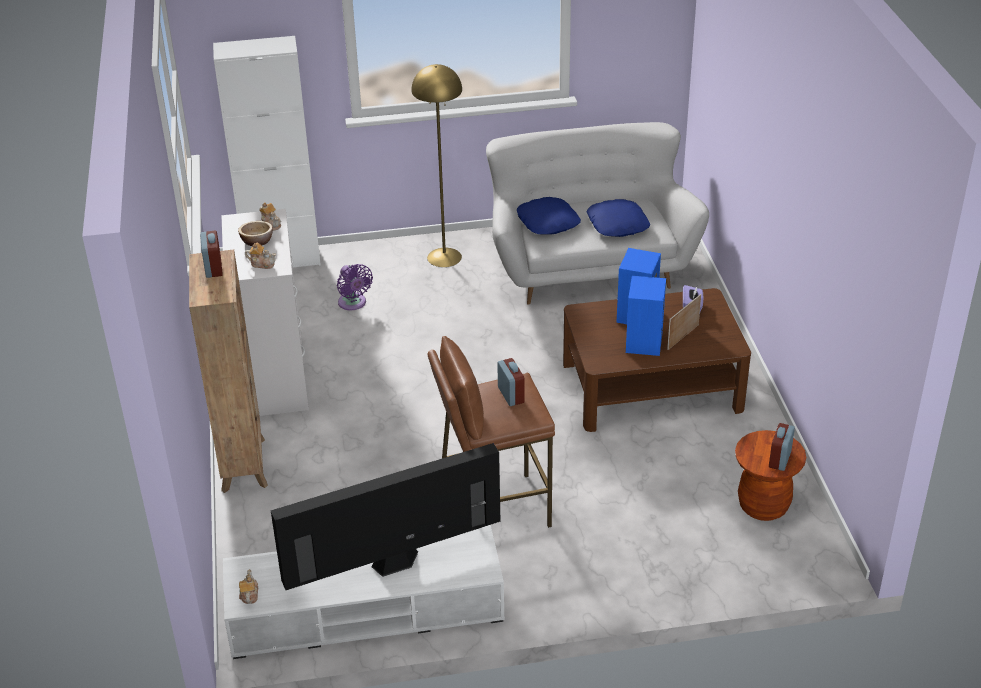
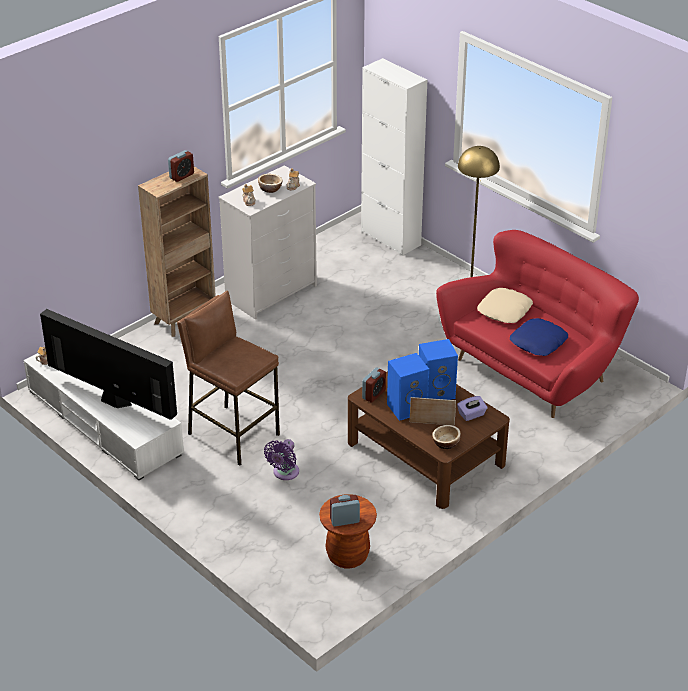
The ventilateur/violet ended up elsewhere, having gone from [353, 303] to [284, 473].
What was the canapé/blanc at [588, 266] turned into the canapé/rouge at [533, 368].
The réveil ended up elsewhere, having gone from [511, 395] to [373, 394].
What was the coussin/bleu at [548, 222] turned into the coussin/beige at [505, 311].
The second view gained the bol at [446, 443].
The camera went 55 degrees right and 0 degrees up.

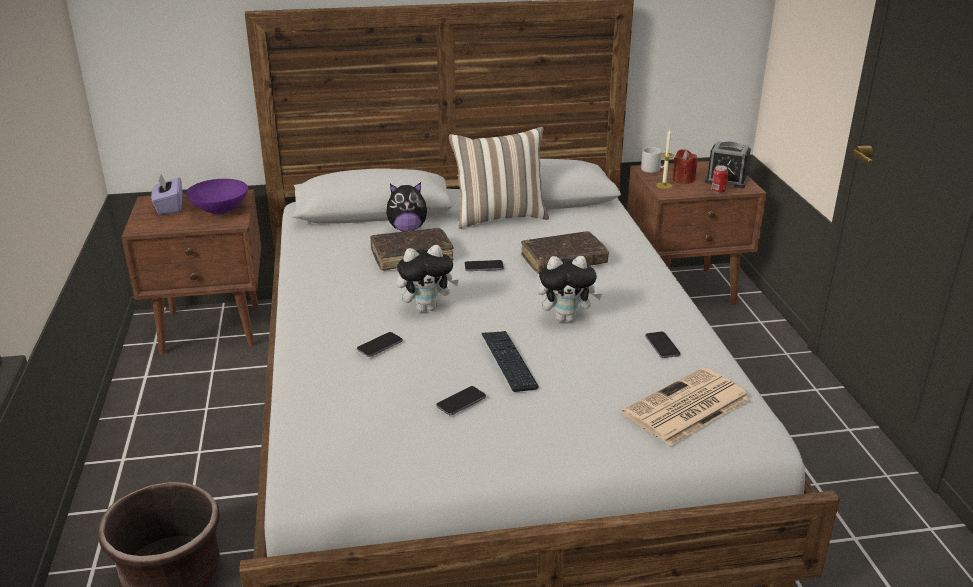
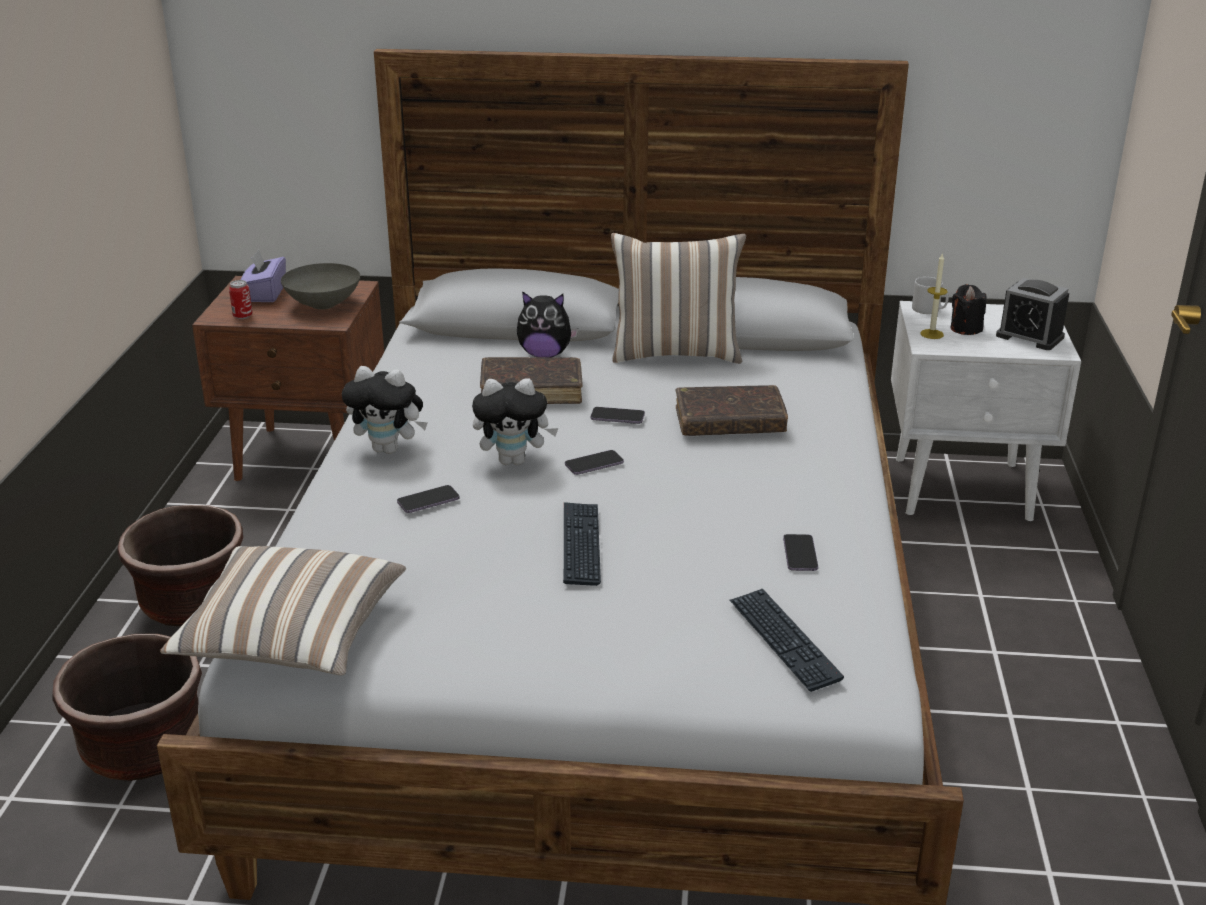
What was the bol/violet at [221, 211] turned into the bol/gris at [324, 305].
The téléphone ended up elsewhere, having gone from [461, 402] to [594, 464].
The peluche ended up elsewhere, having gone from [566, 318] to [389, 449].
Where the journal stood at [686, 408], the clavier came to stand at [784, 641].
What was the table de chevet/marron at [684, 289] turned into the table de chevet/blanc at [964, 489].
What was the bougie/rouge at [683, 180] turned into the bougie/noir at [965, 329].
The boîte métallique ended up elsewhere, having gone from [718, 191] to [242, 316].
The second view gained the cache-pot/marron at [193, 603].
The second view gained the coussin at [291, 639].
The camera went 15 degrees right and 0 degrees up.

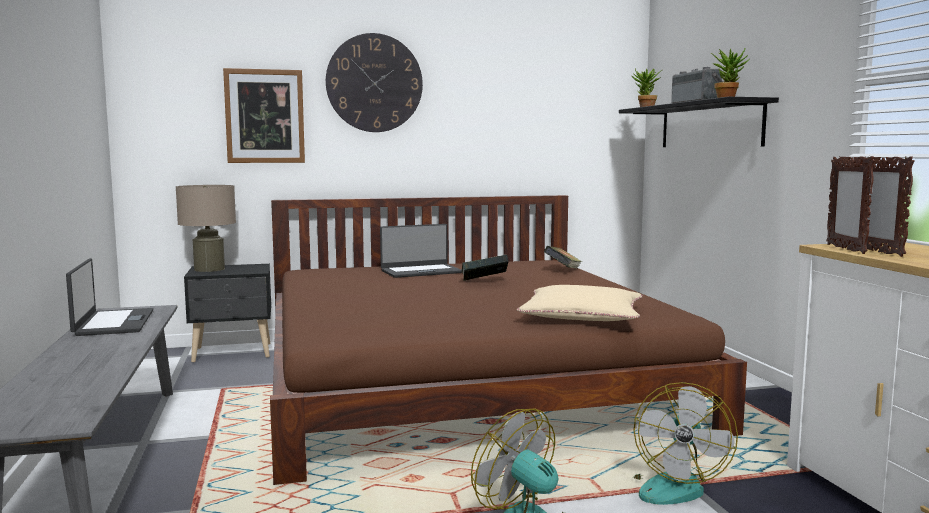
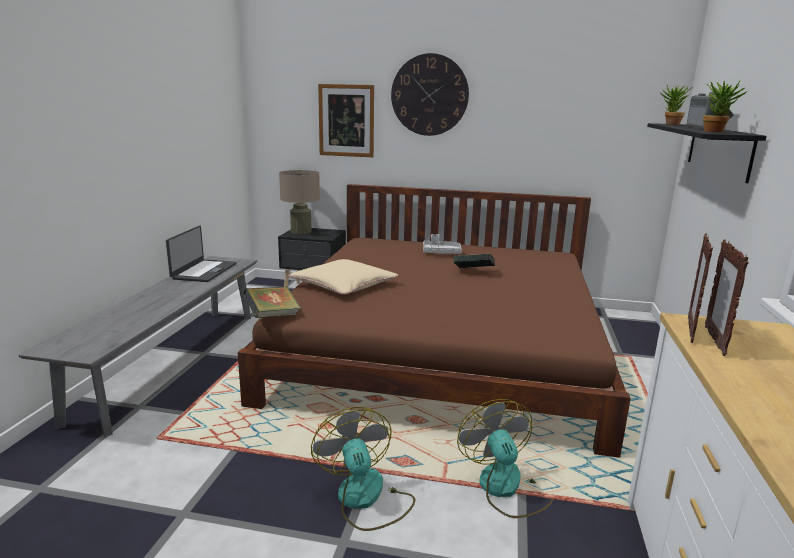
Where the ordinateur portable stood at [421, 271], the plateau/gris came to stand at [441, 253].
The coussin/beige ended up elsewhere, having gone from [582, 316] to [344, 285].
The livre ended up elsewhere, having gone from [563, 270] to [272, 316].
The ventilateur at [672, 485] ended up facing another way, 120 degrees clockwise from before.
The camera went 25 degrees right and 10 degrees up.

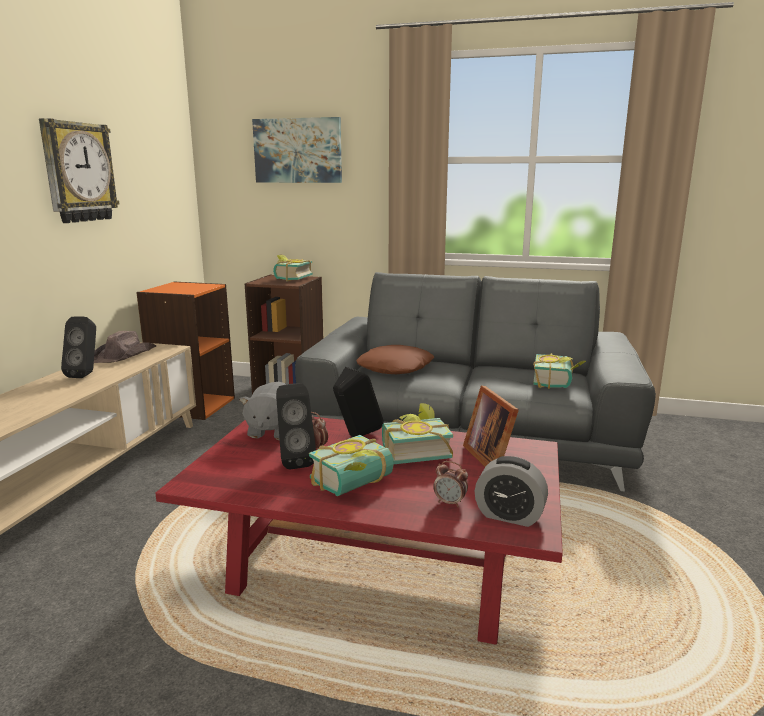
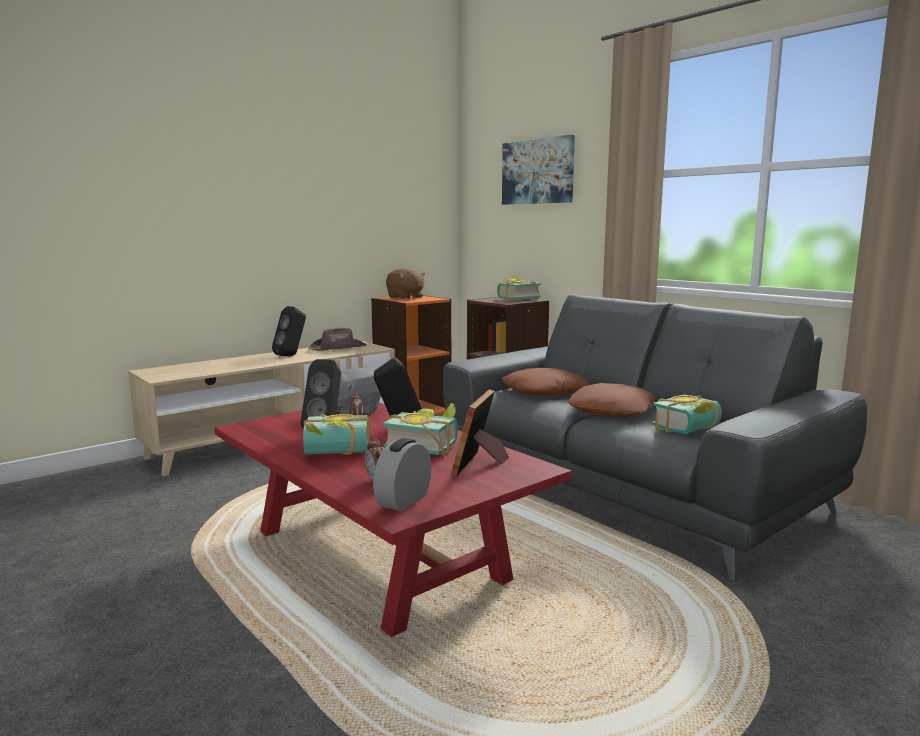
The second view lost the horloge murale at [78, 172].
The réveil at [509, 516] ended up facing another way, 60 degrees clockwise from before.
The second view gained the peluche/marron at [405, 297].
The second view gained the coussin/marron at [612, 410].
The camera went 35 degrees right and 5 degrees down.

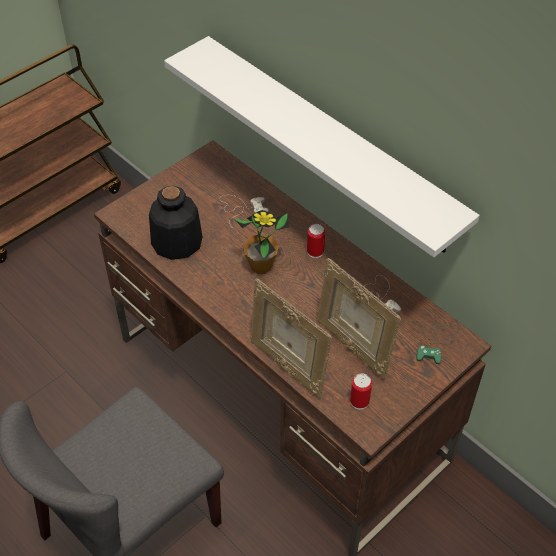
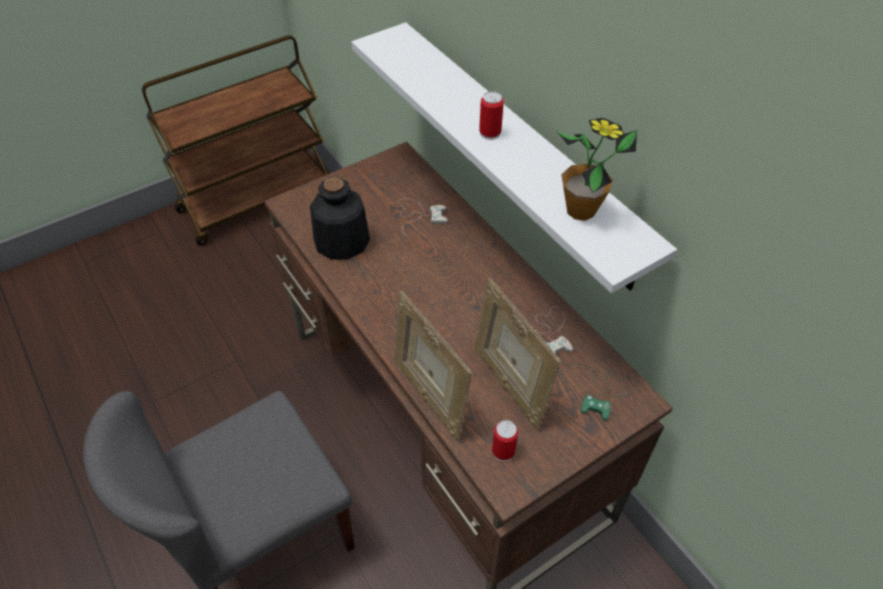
The plante en pot ended up elsewhere, having gone from [261, 266] to [580, 210].
The boîte métallique ended up elsewhere, having gone from [315, 252] to [490, 133].
The camera went 10 degrees right and 0 degrees up.

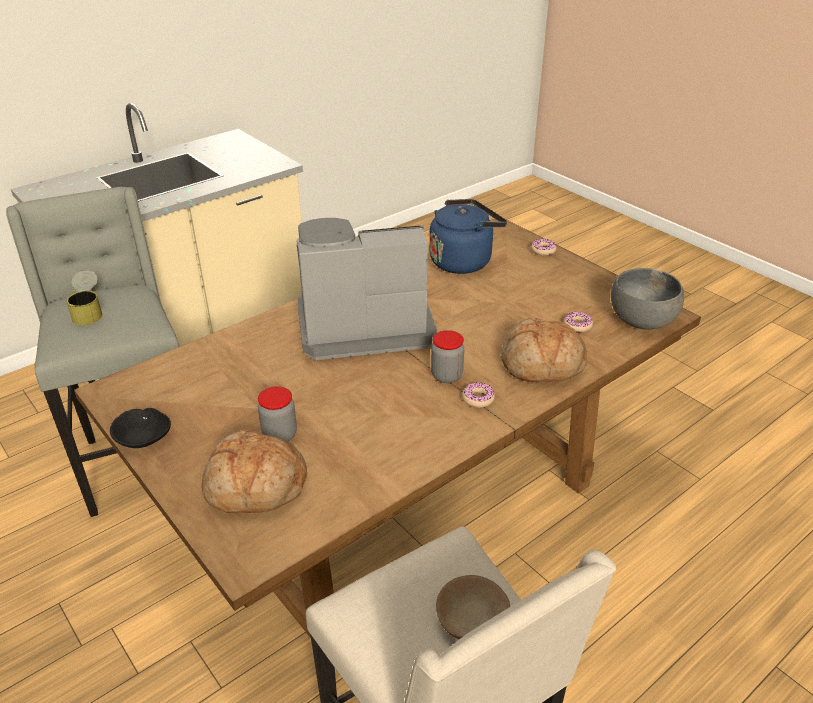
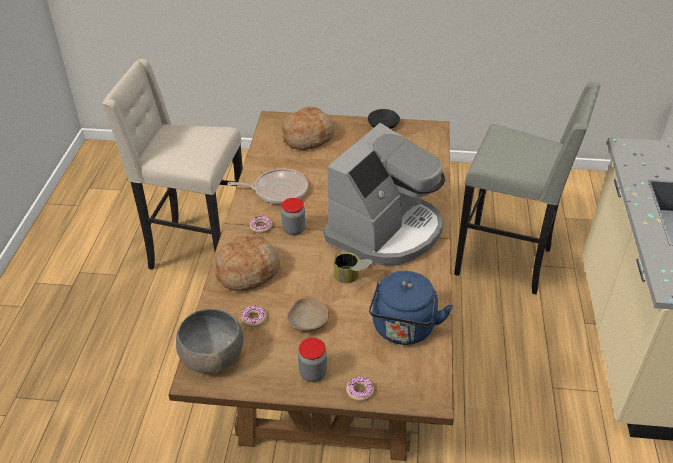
The boîte métallique ended up elsewhere, having gone from [89, 312] to [352, 278].
The bocal ended up elsewhere, having gone from [280, 435] to [313, 373].
The bol/beige ended up elsewhere, having gone from [472, 618] to [307, 322].
The second view gained the poêle at [278, 190].
The camera went 135 degrees right and 5 degrees up.

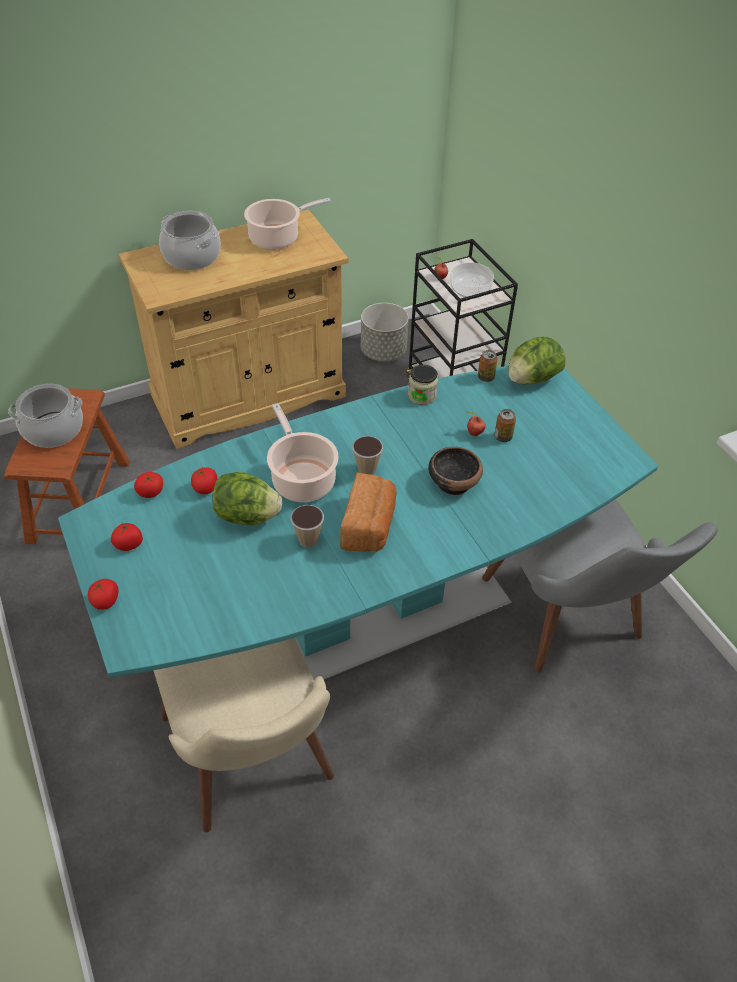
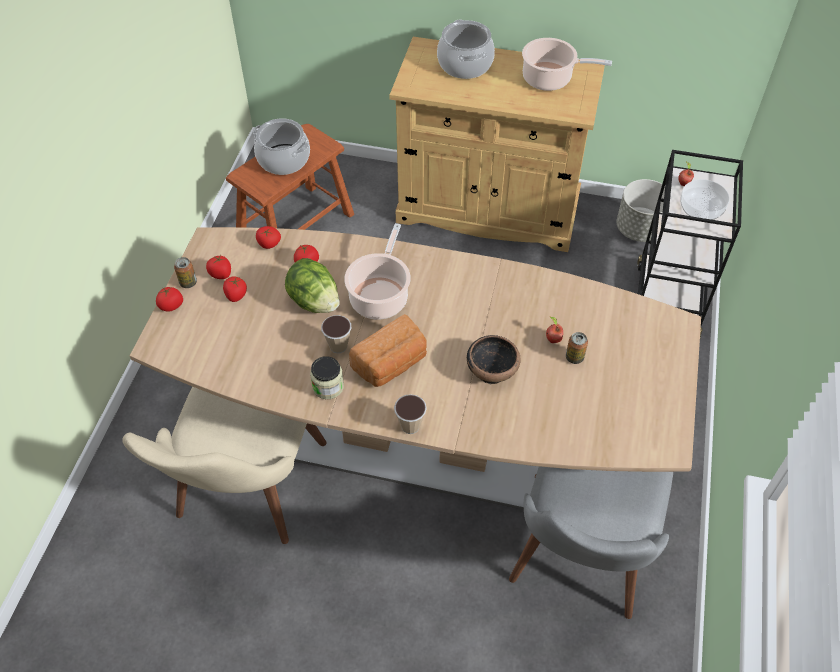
What was the table à manger/turquoise at [364, 611] turned into the table à manger/marron at [419, 439].
The tasse ended up elsewhere, having gone from [367, 469] to [410, 426].
The bocal ended up elsewhere, having gone from [422, 396] to [328, 386].
The boîte métallique ended up elsewhere, having gone from [485, 377] to [188, 283].
The second view lost the laitue at [532, 379].
The second view gained the tomate at [236, 295].
The camera went 40 degrees right and 5 degrees up.

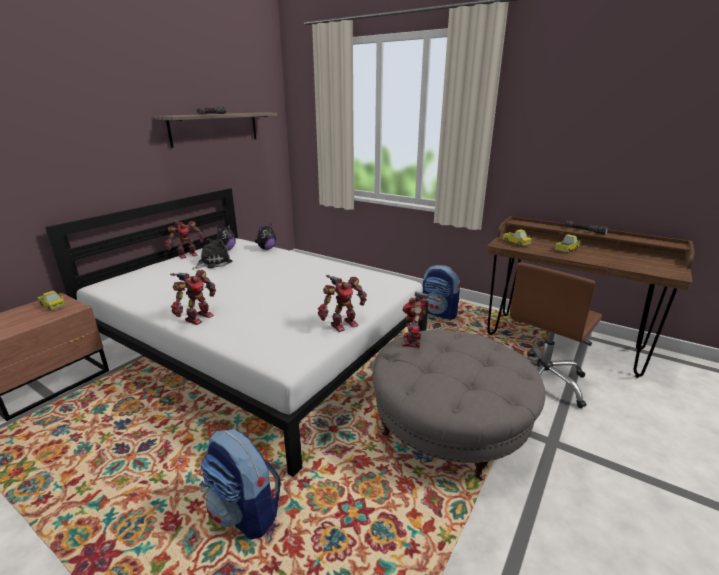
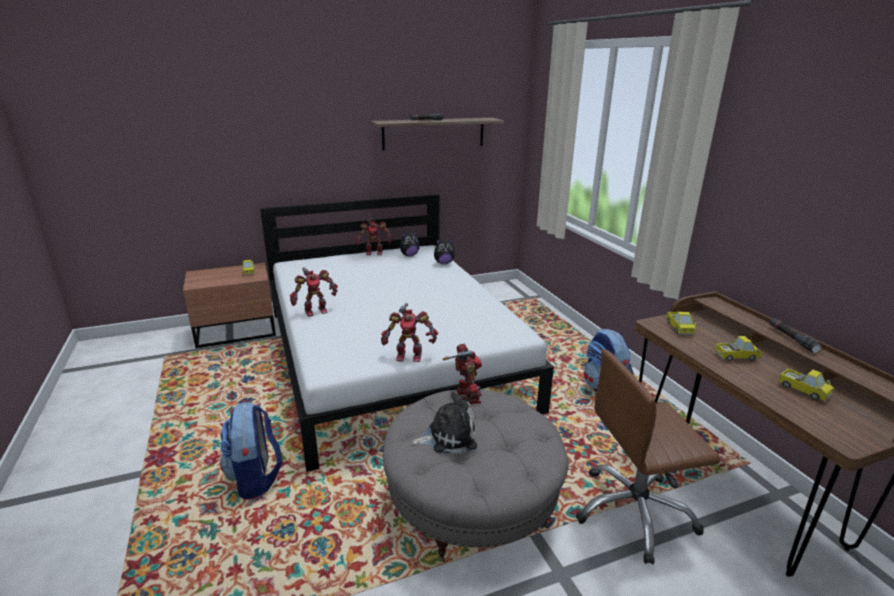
The peluche ended up elsewhere, having gone from [213, 262] to [448, 436].
The robot jouet at [414, 341] ended up facing another way, 120 degrees clockwise from before.
The second view gained the camion jouet at [803, 390].
The camera went 35 degrees right and 0 degrees up.

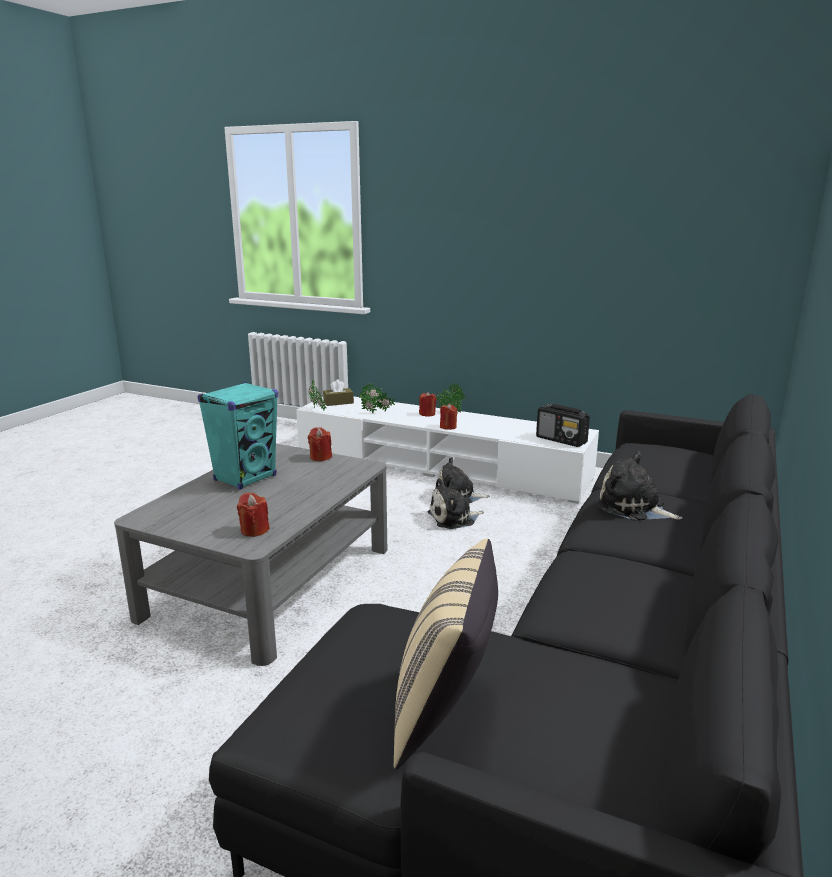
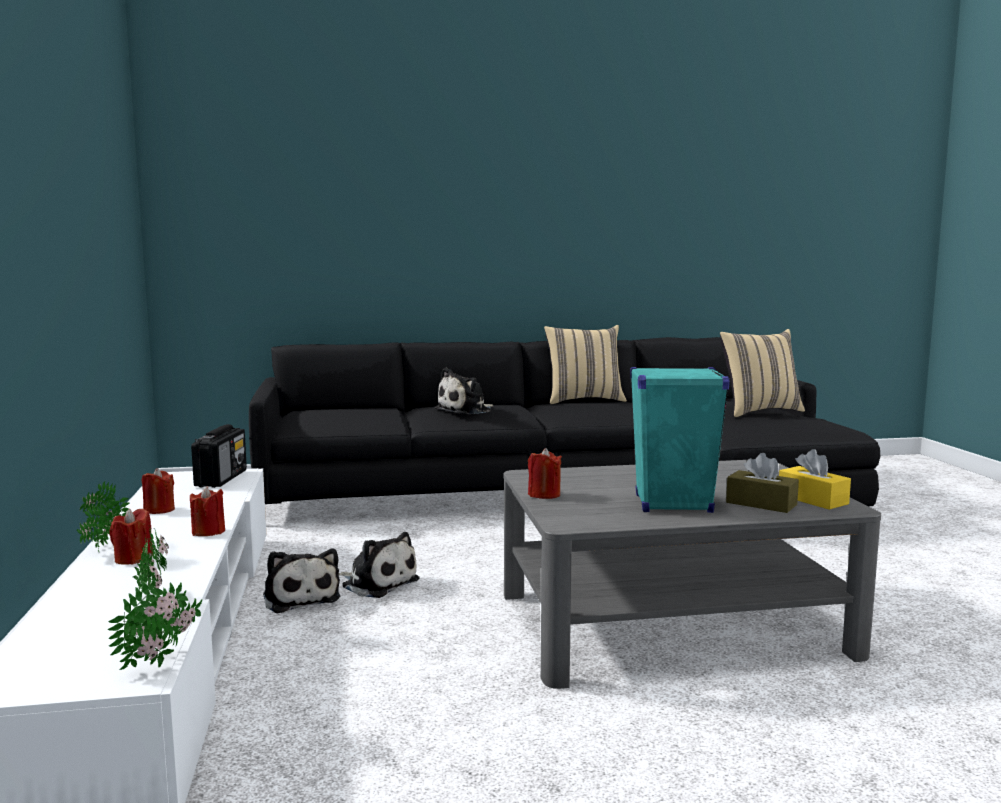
The bougie/rouge ended up elsewhere, having gone from [254, 530] to [159, 510].
The boîte à mouchoirs/marron ended up elsewhere, having gone from [338, 402] to [761, 504].
The peluche at [634, 507] ended up facing another way, 45 degrees clockwise from before.
The second view gained the coussin/beige at [583, 400].
The second view gained the boîte à mouchoirs/jaune at [812, 499].
The camera went 125 degrees left and 10 degrees down.

